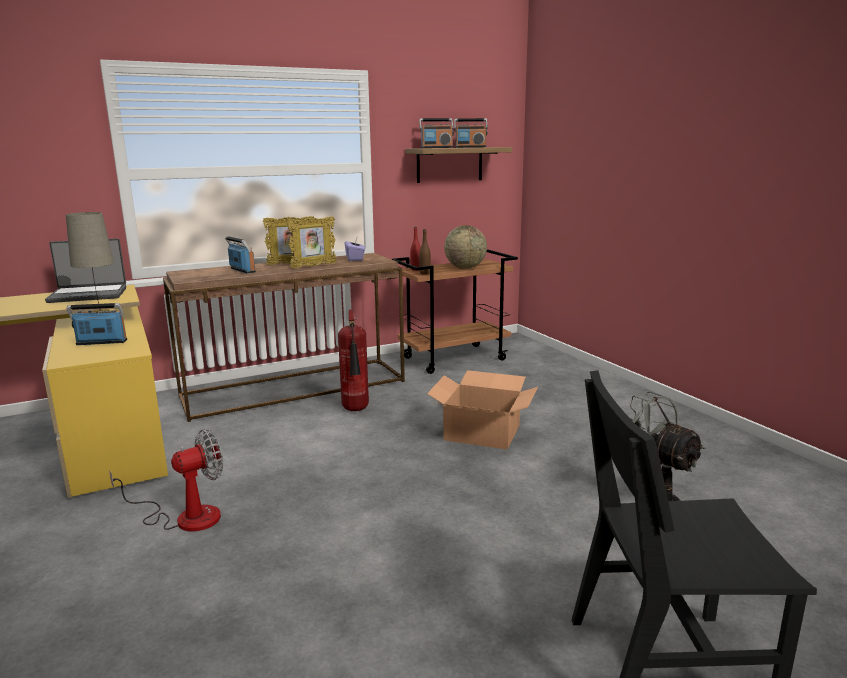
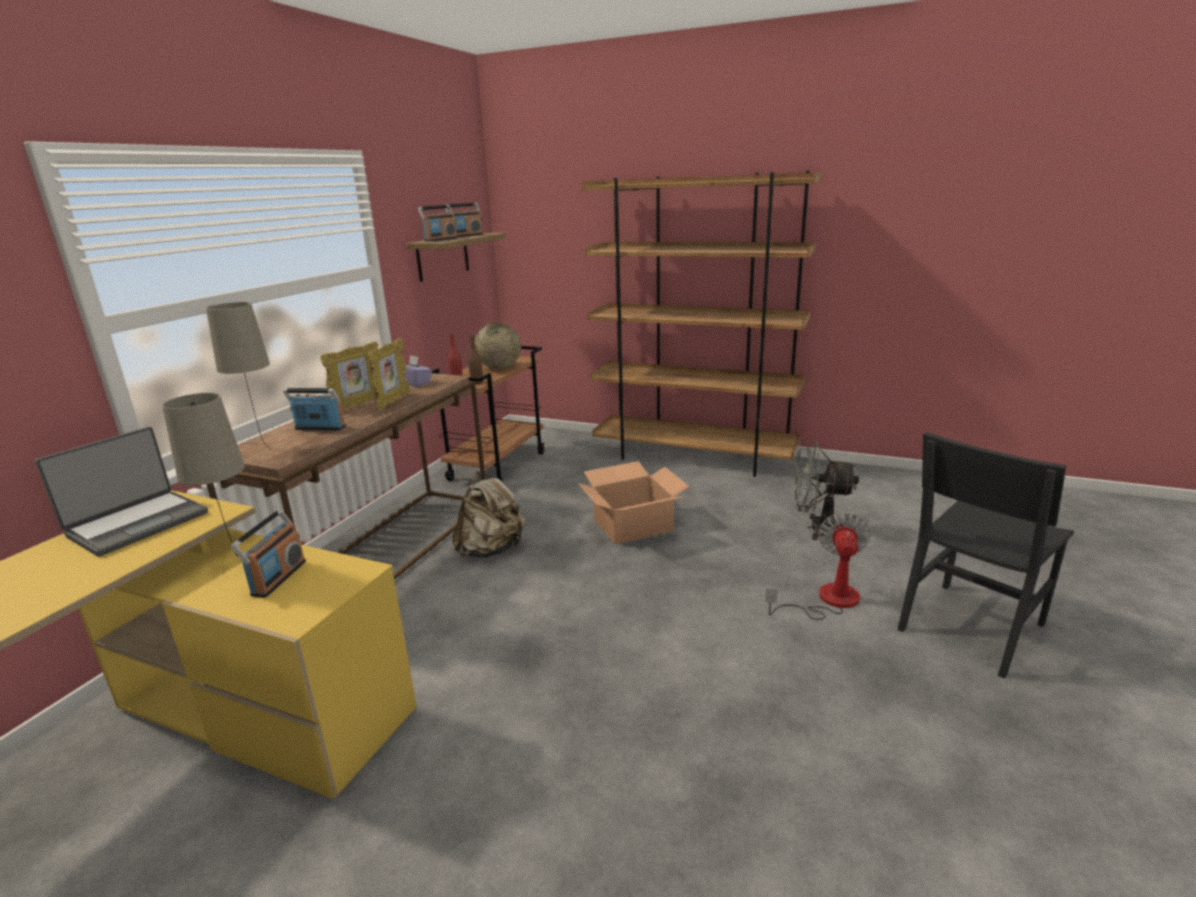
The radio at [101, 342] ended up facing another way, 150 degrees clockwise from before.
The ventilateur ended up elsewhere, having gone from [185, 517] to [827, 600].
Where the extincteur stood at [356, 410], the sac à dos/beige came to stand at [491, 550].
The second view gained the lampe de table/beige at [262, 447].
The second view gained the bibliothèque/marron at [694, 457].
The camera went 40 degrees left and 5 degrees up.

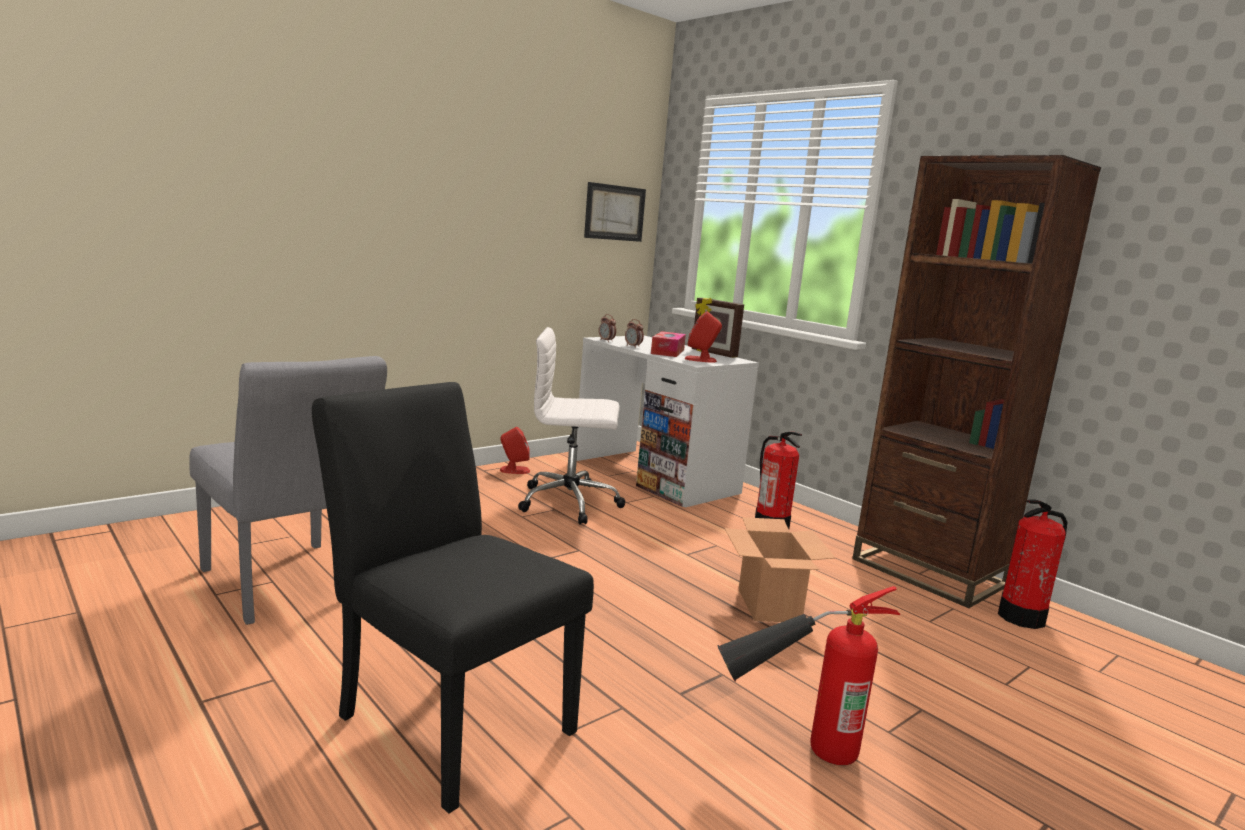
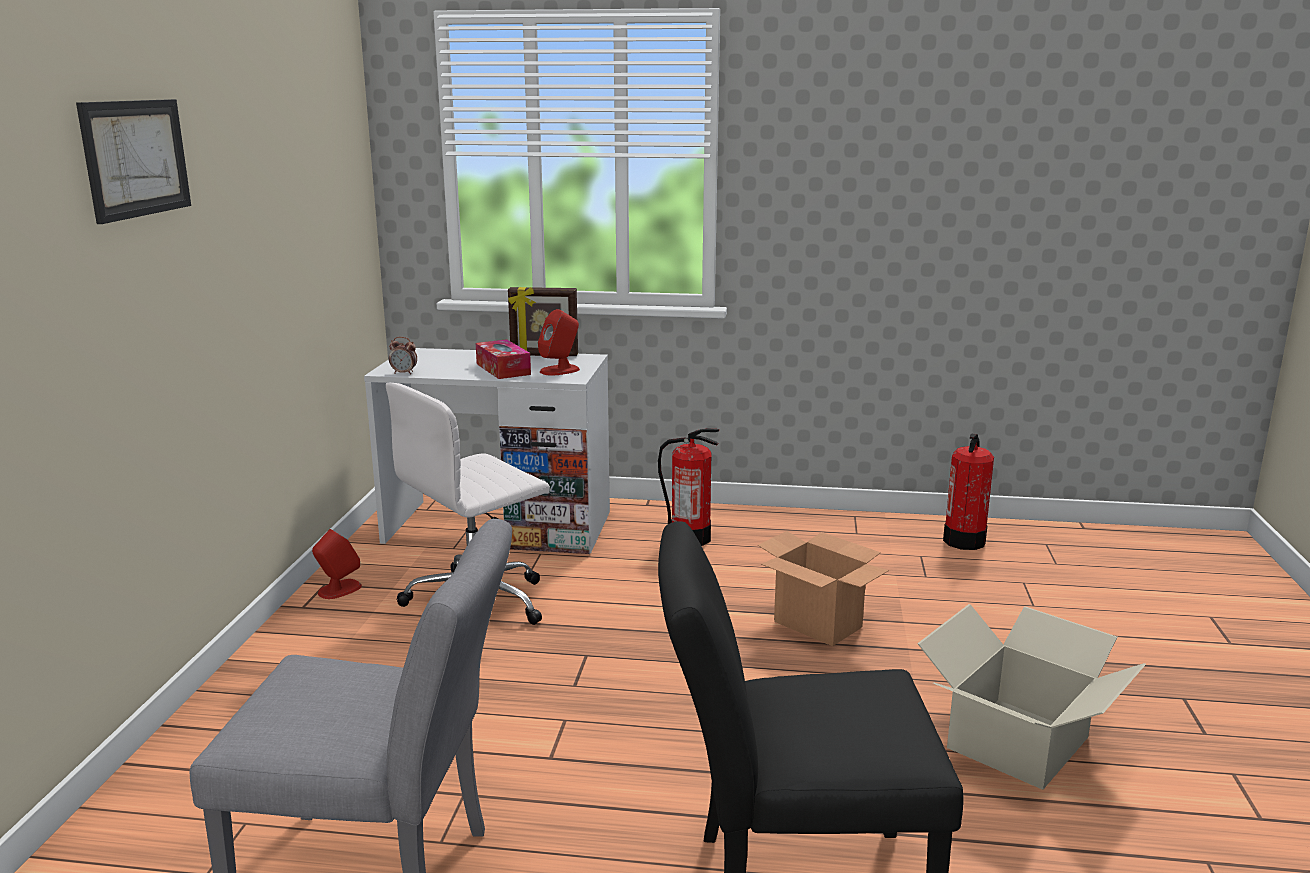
The tableau ended up elsewhere, having gone from [614, 212] to [135, 158].
The second view lost the réveil at [633, 346].
Where the extincteur stood at [790, 750], the carton came to stand at [1019, 743].
The second view lost the bibliothèque/marron at [928, 572].
The camera went 40 degrees left and 5 degrees up.

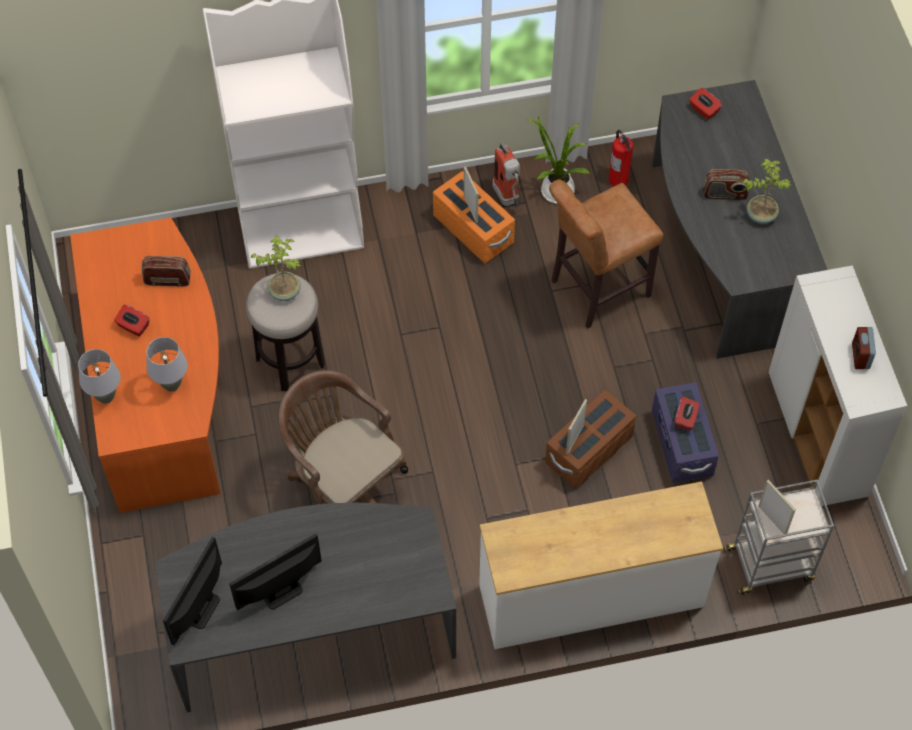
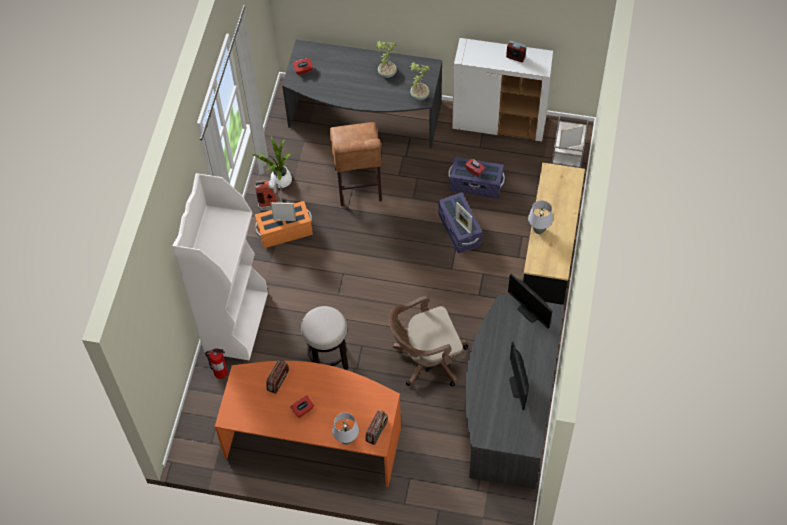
The lampe de table/gris ended up elsewhere, having gone from [172, 385] to [538, 230].
The écran d'ordinateur ended up elsewhere, having gone from [201, 609] to [529, 311].
The plante en pot ended up elsewhere, having gone from [284, 291] to [419, 95].
What was the commode/blanc at [591, 597] turned into the commode/noir at [548, 263].
What was the boîte de rangement/marron at [588, 450] turned into the boîte de rangement/violet at [459, 230].
The extincteur ended up elsewhere, having gone from [618, 179] to [220, 372].
The radio ended up elsewhere, having gone from [724, 194] to [377, 431].
The camera went 65 degrees left and 0 degrees up.

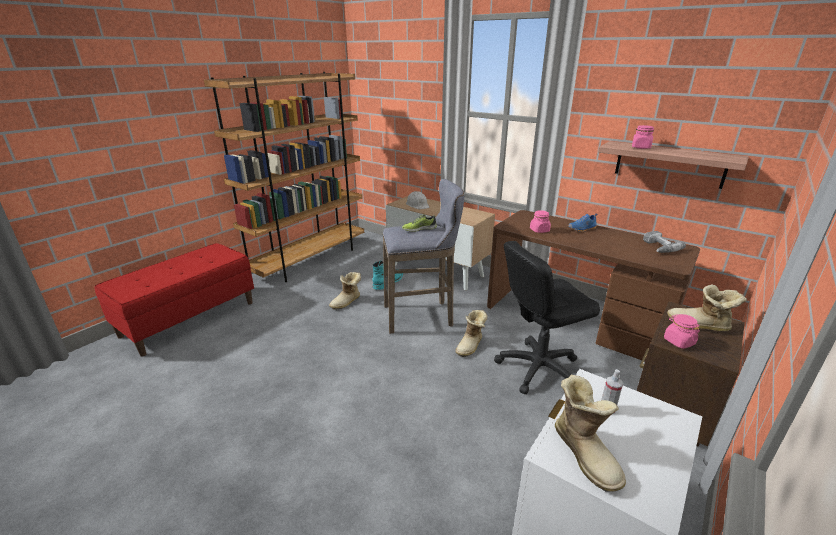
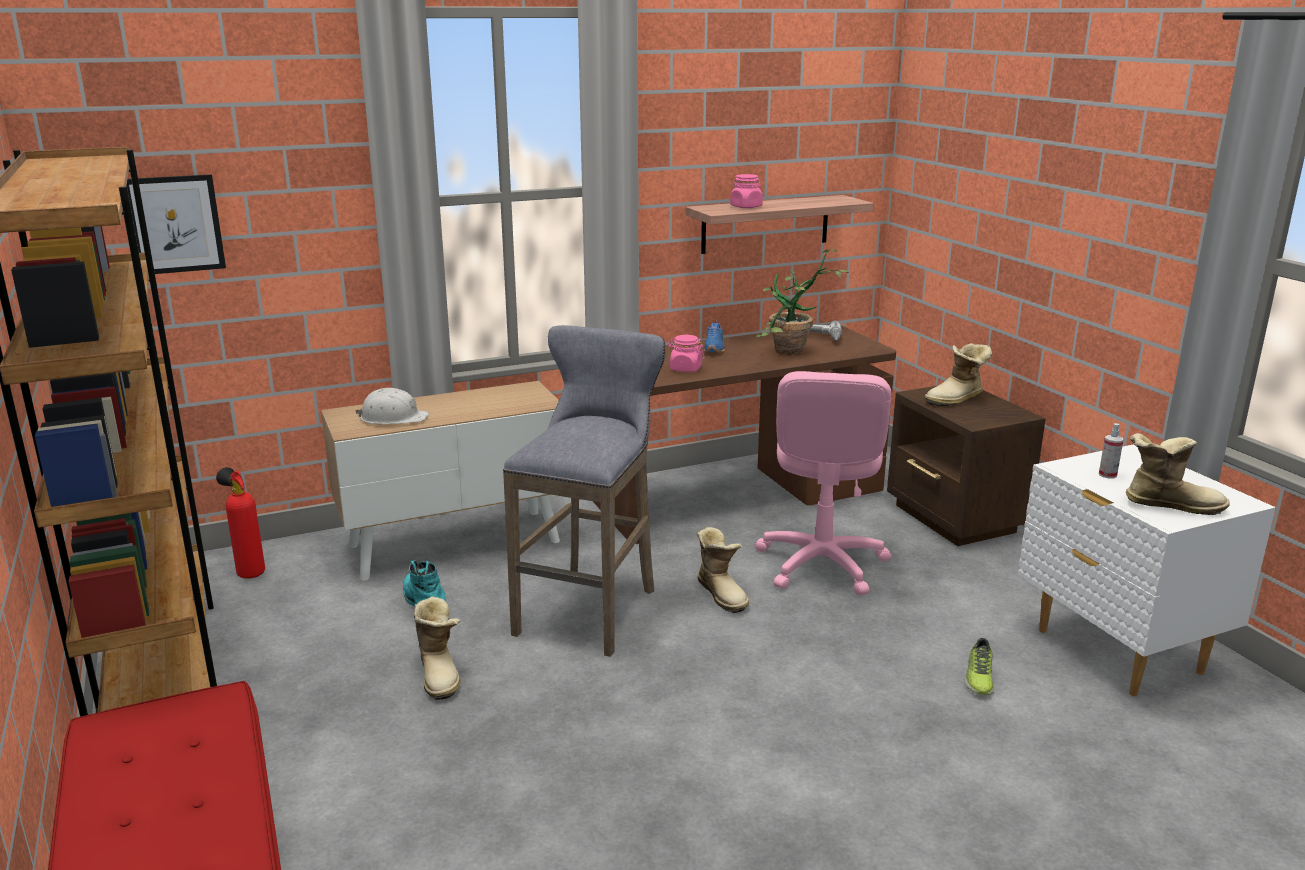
The chaussure ended up elsewhere, having gone from [419, 229] to [978, 677].
What was the chaise de bureau/noir at [538, 368] turned into the chaise de bureau/rose at [821, 564].
The second view lost the bocal/rose at [678, 341].
The second view gained the tableau at [175, 224].
The second view gained the extincteur at [248, 572].
The second view gained the plante en pot at [791, 354].
The camera went 60 degrees left and 5 degrees down.

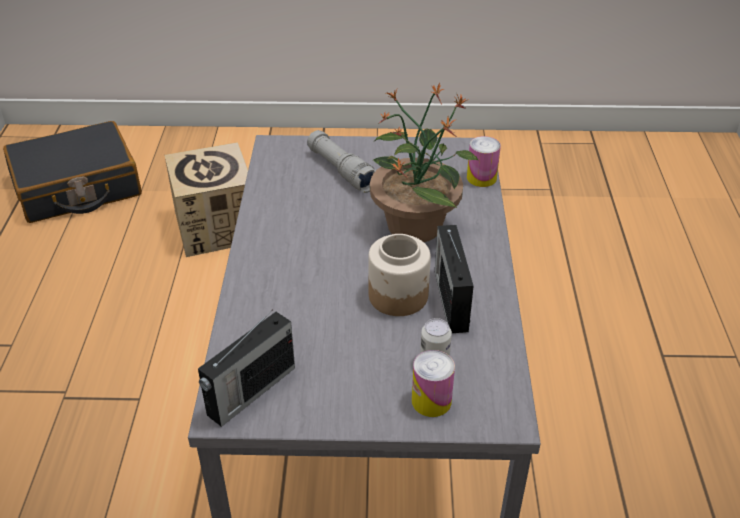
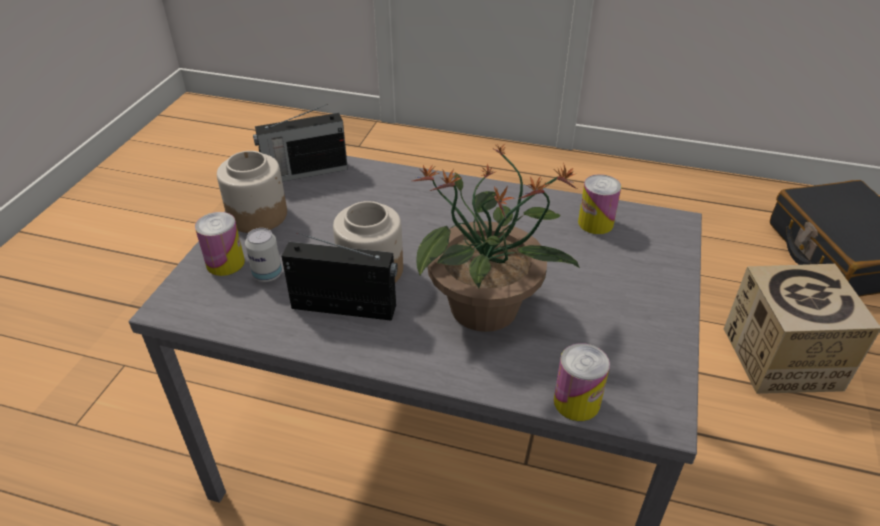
The radio at [250, 392] ended up facing another way, 75 degrees counterclockwise from before.
The second view lost the lampe de poche/gris at [341, 170].
The second view gained the bocal at [257, 215].
The second view gained the boîte métallique at [595, 223].
The camera went 105 degrees right and 0 degrees up.

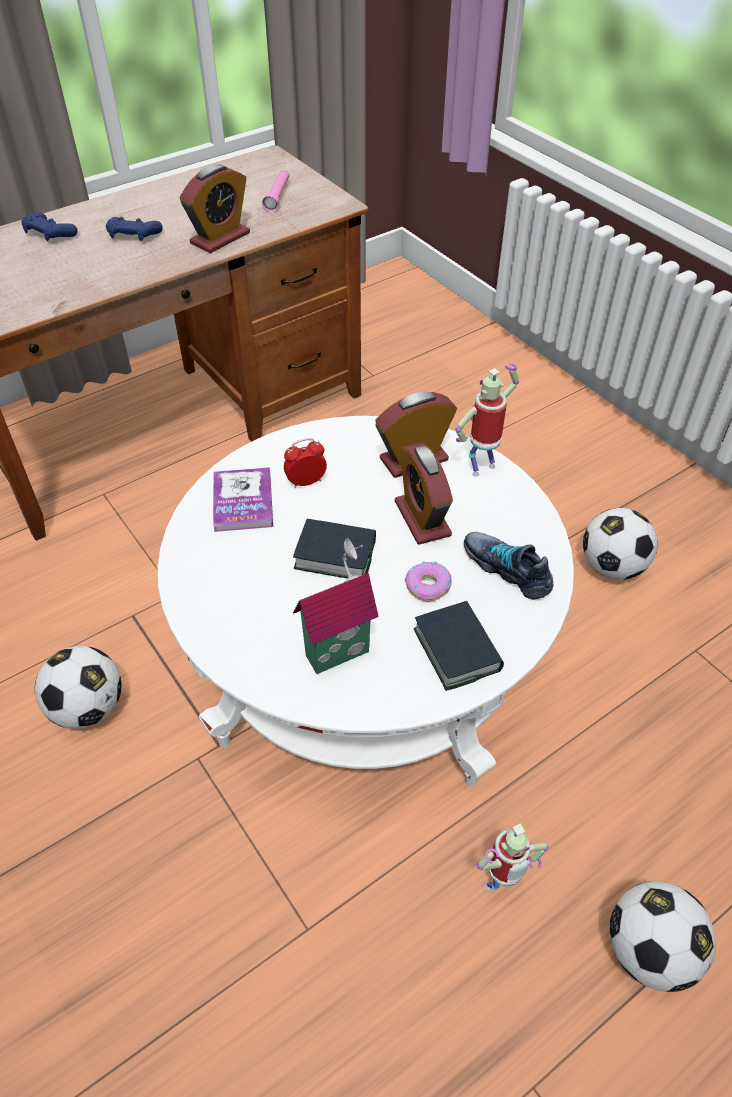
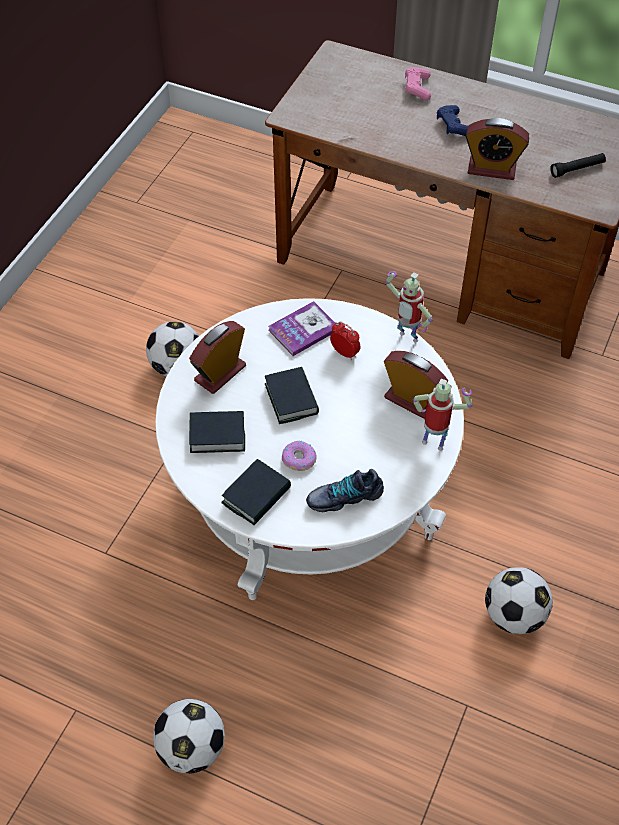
What was the manette/bleu at [49, 234] turned into the manette/rose at [417, 88].
What was the lampe de poche/rose at [277, 196] turned into the lampe de poche/noir at [577, 169].
Where the maison miniature stood at [336, 650], the livre came to stand at [217, 435].
The réveil ended up elsewhere, having gone from [422, 518] to [220, 373].
The chaussure at [507, 569] ended up facing another way, 120 degrees counterclockwise from before.
The robot jouet ended up elsewhere, having gone from [500, 886] to [406, 338].
The camera went 60 degrees right and 5 degrees up.

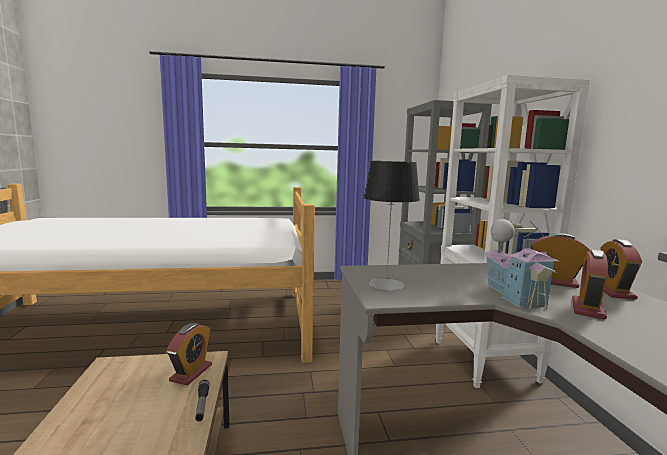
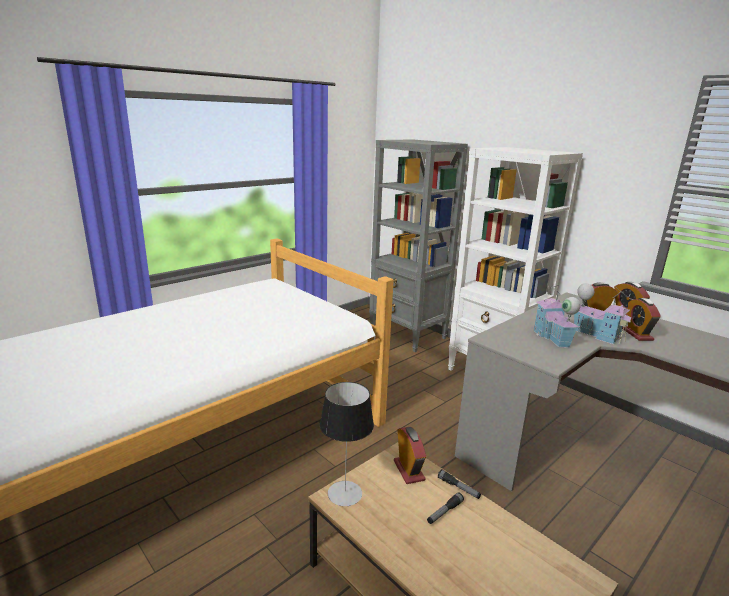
The lampe de table ended up elsewhere, having gone from [386, 284] to [345, 493].
The second view gained the lampe de poche at [444, 512].
The second view gained the maison miniature at [552, 337].
The camera went 35 degrees left and 10 degrees up.

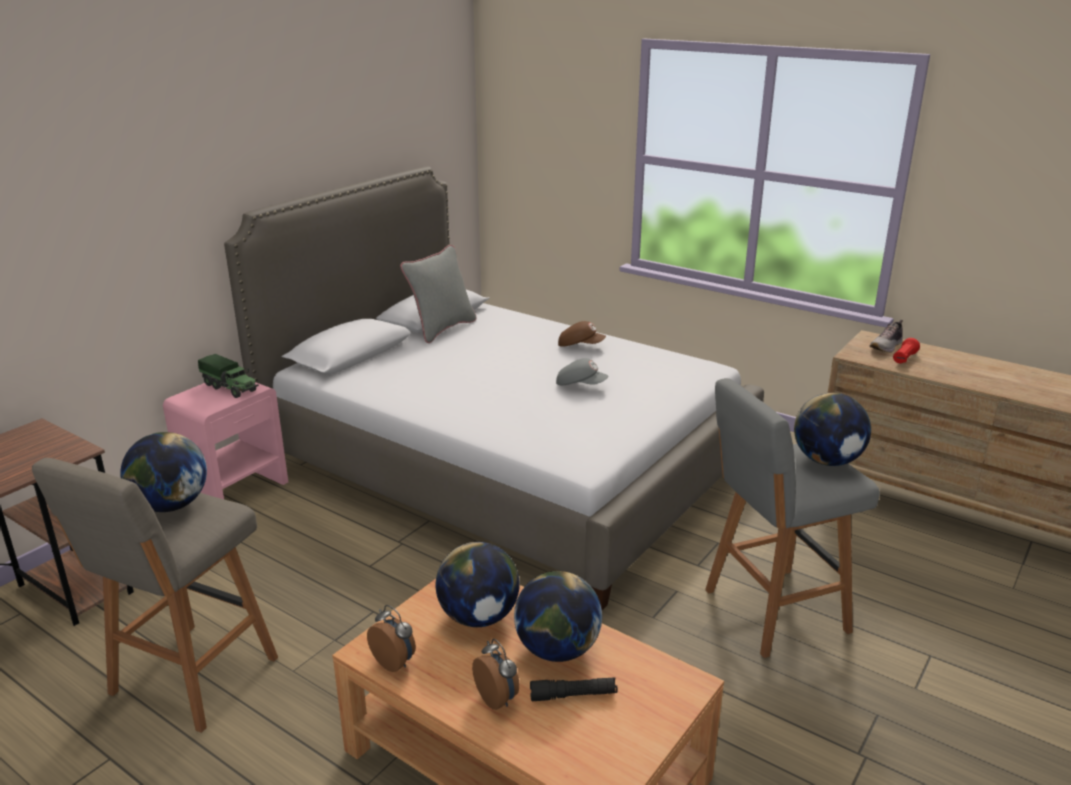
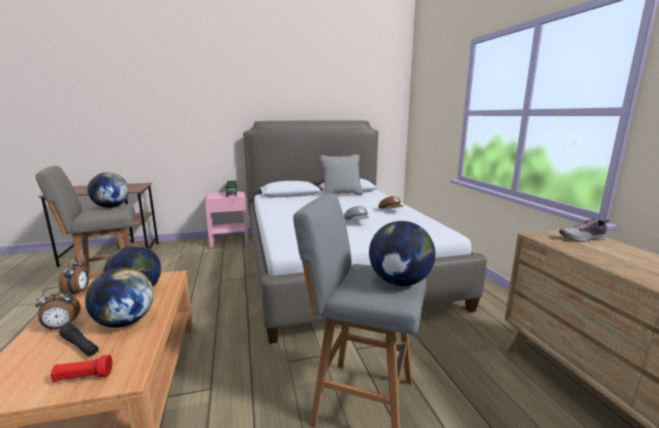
The réveil at [498, 698] ended up facing another way, 60 degrees clockwise from before.
The lampe de poche/rouge ended up elsewhere, having gone from [903, 359] to [83, 377].
The camera went 40 degrees right and 10 degrees down.

